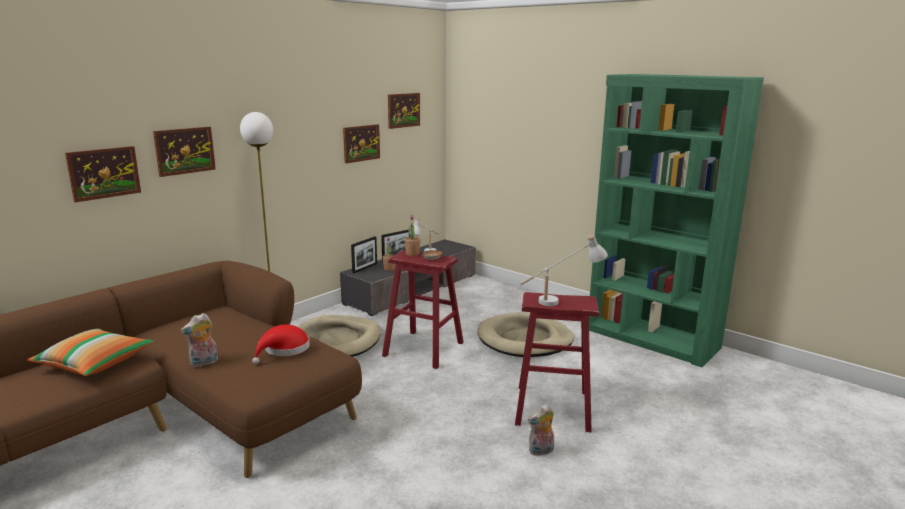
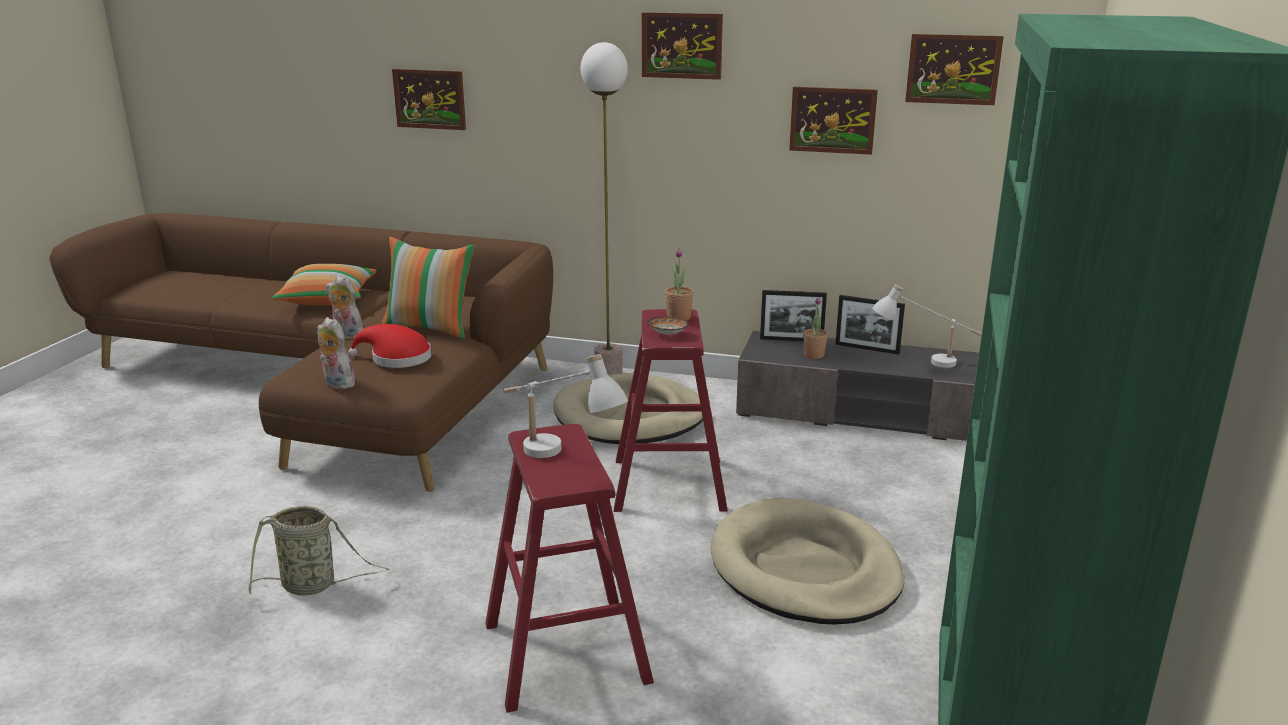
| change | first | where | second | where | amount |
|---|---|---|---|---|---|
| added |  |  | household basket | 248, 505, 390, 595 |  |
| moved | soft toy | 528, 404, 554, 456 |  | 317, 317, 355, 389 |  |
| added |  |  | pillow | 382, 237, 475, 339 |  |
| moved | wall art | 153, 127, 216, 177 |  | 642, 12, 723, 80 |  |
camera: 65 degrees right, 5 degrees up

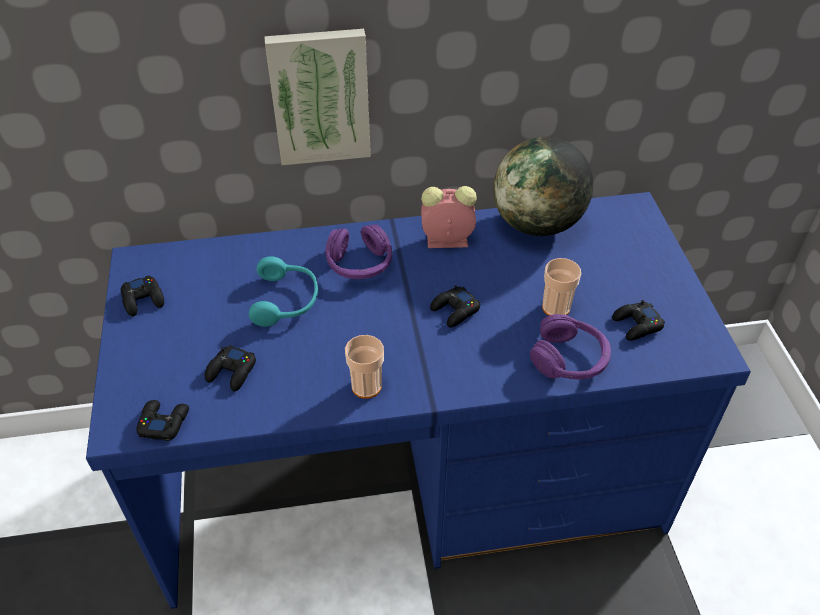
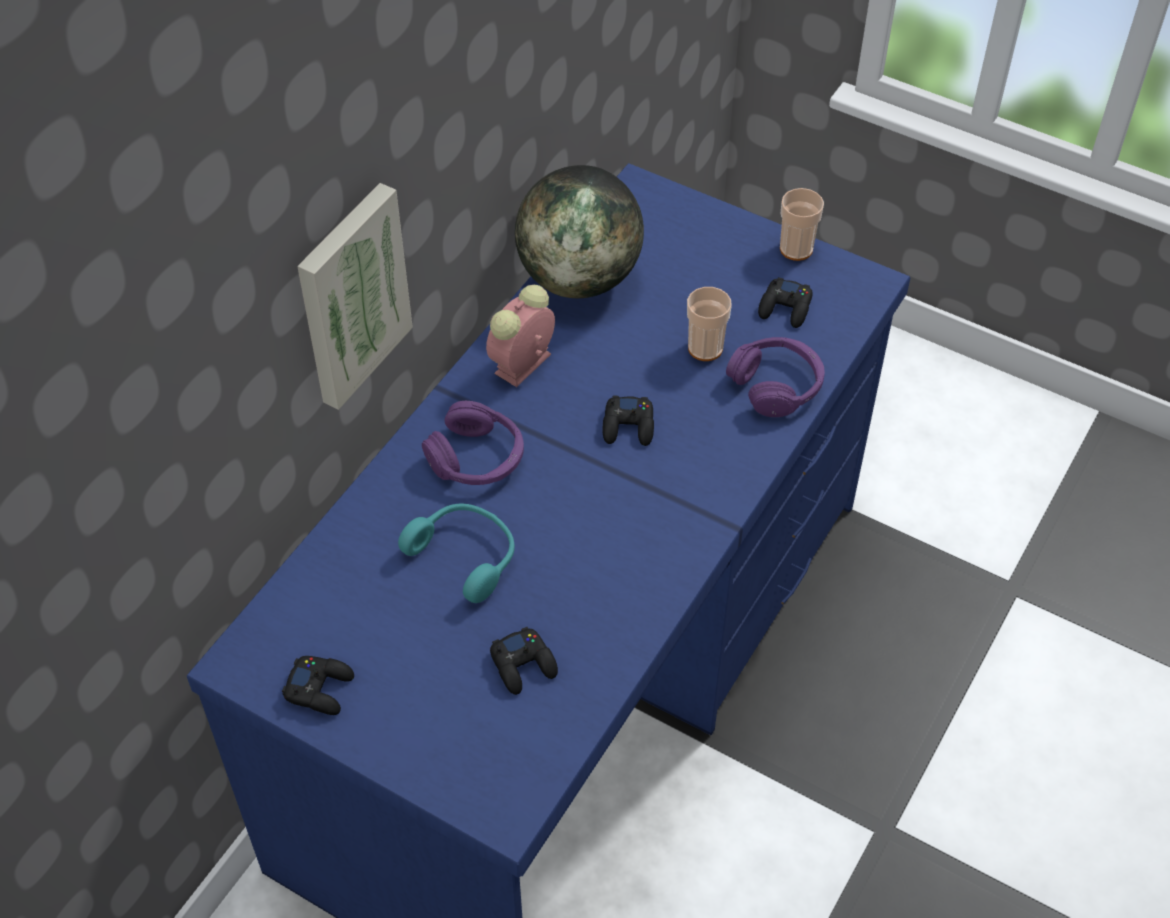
| change | first | where | second | where | amount |
|---|---|---|---|---|---|
| moved | small cup | 345, 335, 384, 399 |  | 780, 188, 824, 261 |  |
| removed | black-coloured joypad | 136, 400, 189, 441 |  |  |  |
camera: 50 degrees left, 5 degrees up

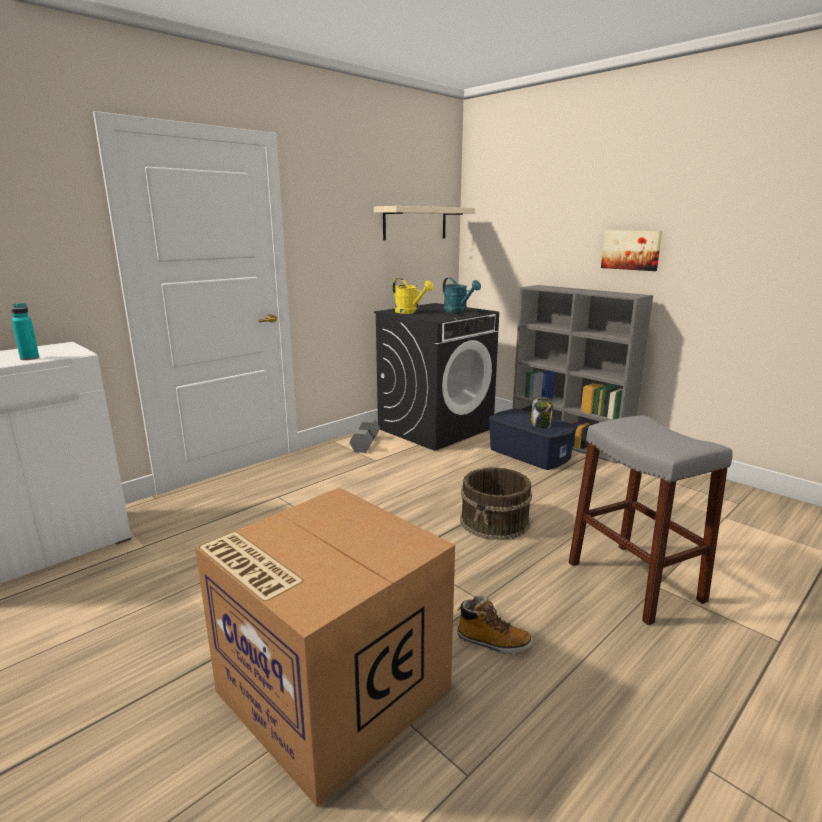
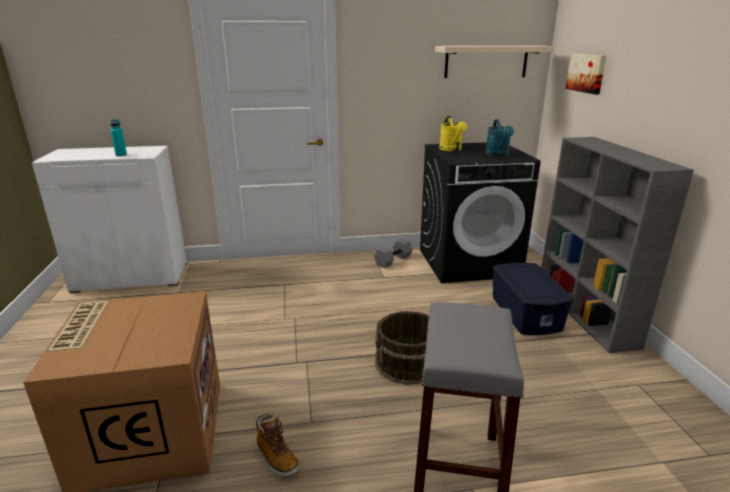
| change | first | where | second | where | amount |
|---|---|---|---|---|---|
| moved | wall art | 601, 231, 662, 271 |  | 565, 54, 607, 94 |  |
| removed | jar | 531, 397, 553, 429 |  |  |  |
camera: 35 degrees right, 5 degrees up

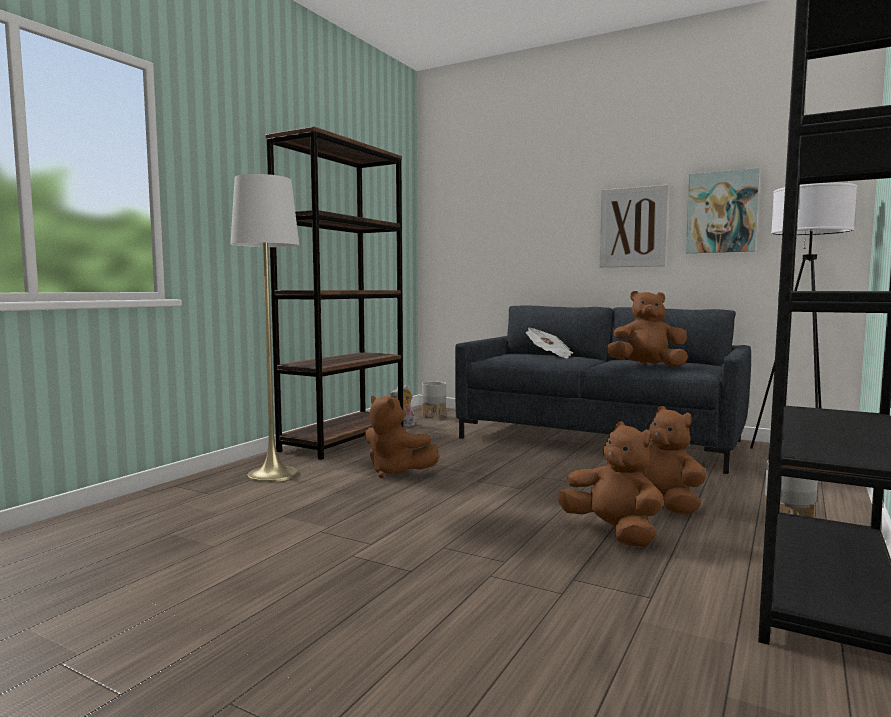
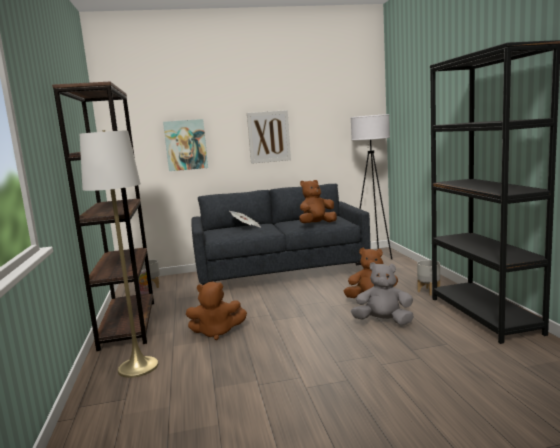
| change | first | where | second | where | amount |
|---|---|---|---|---|---|
| moved | wall art | 686, 168, 760, 253 |  | 163, 119, 208, 171 |  |
| recoloured | brownish soft toy | 558, 421, 664, 547 | grey soft toy | 351, 262, 414, 325 |  |
camera: 40 degrees left, 5 degrees up

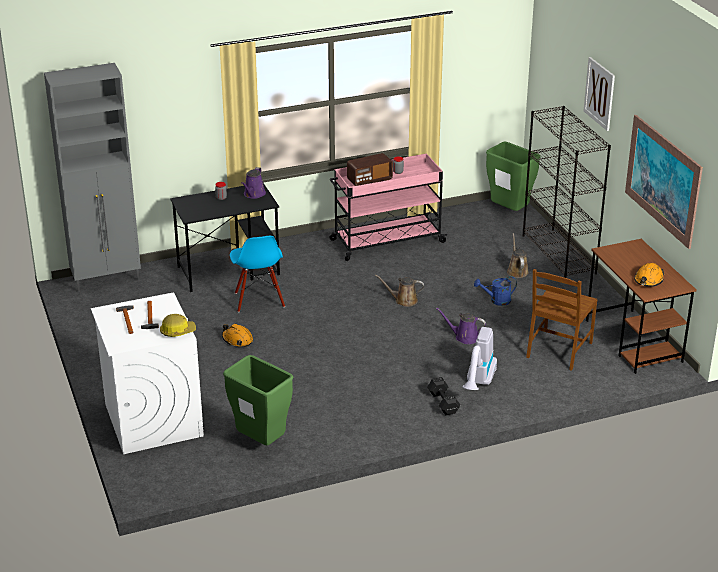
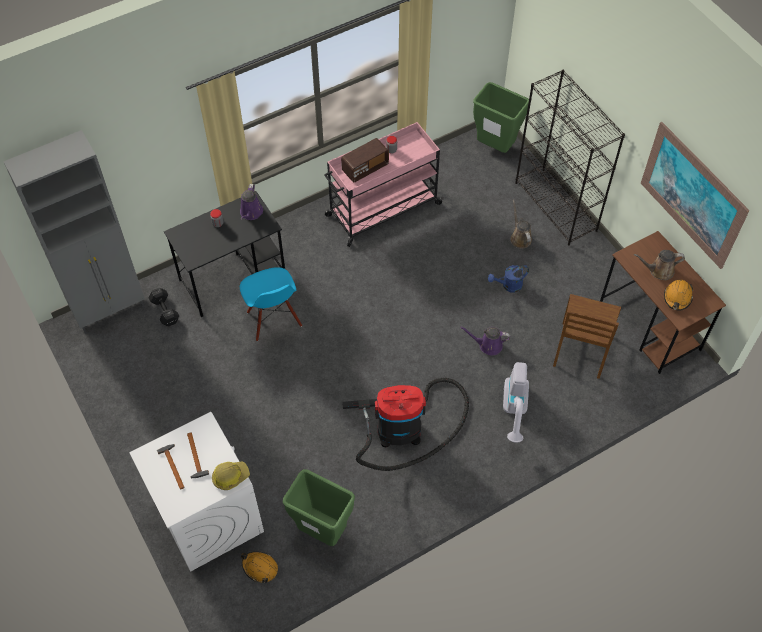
| change | first | where | second | where | amount |
|---|---|---|---|---|---|
| moved | black-coloured hand weight | 427, 377, 460, 415 |  | 149, 288, 179, 326 |  |
| moved | orange-coloured work helmet | 222, 324, 253, 347 |  | 241, 551, 278, 583 |  |
| added |  |  | vacuum cleaner | 342, 378, 469, 471 |  |
| moved | brownish watering can | 375, 275, 424, 307 |  | 634, 250, 685, 280 |  |
| removed | wall art | 584, 57, 615, 131 |  |  |  |
camera: 10 degrees left, 25 degrees up

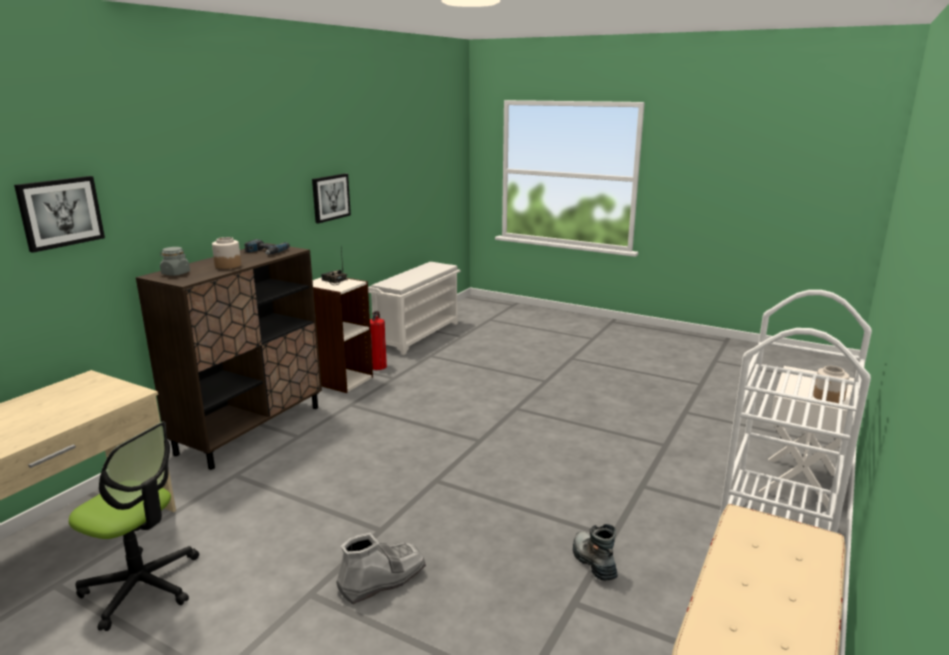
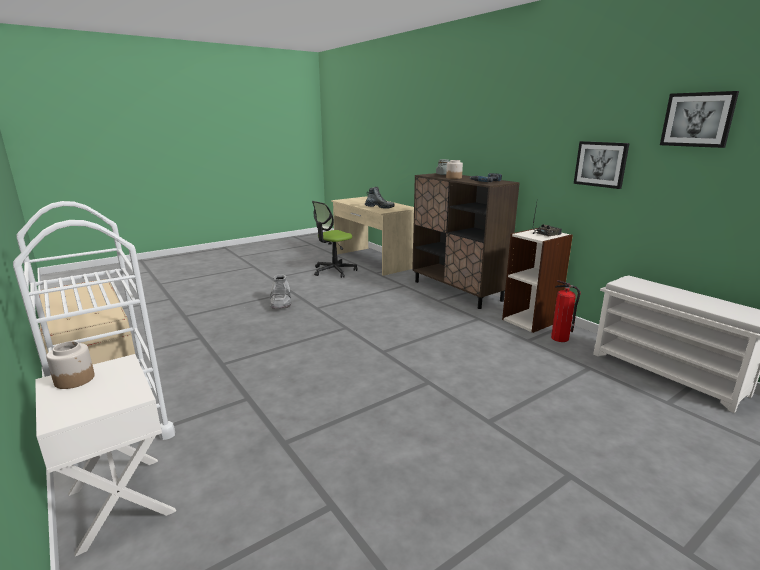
| change | first | where | second | where | amount |
|---|---|---|---|---|---|
| moved | boot | 573, 524, 618, 581 |  | 365, 187, 395, 209 |  |
| moved | wall art | 14, 176, 105, 253 |  | 660, 91, 739, 148 |  |
camera: 115 degrees right, 0 degrees up

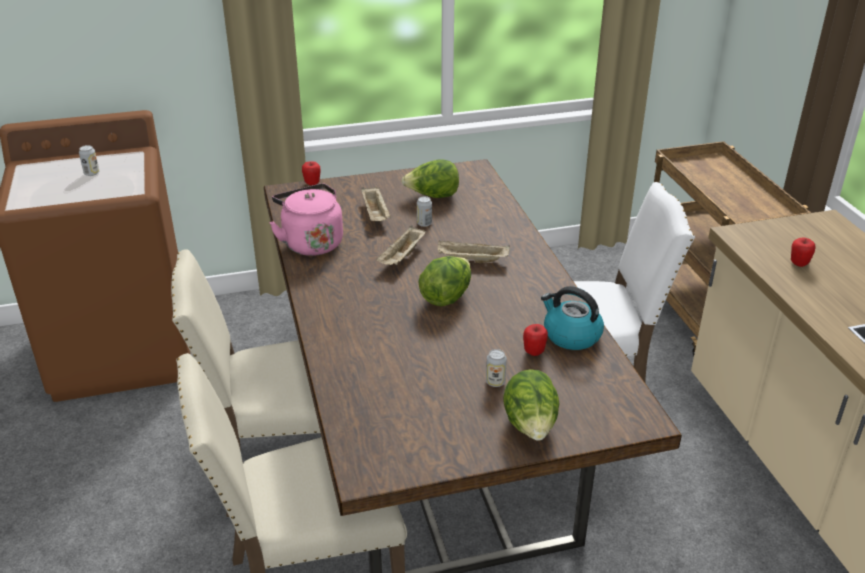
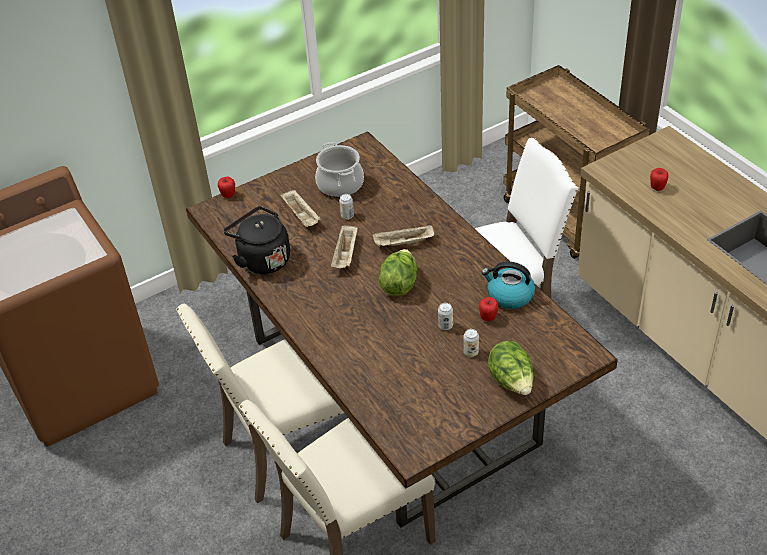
| change | first | where | second | where | amount |
|---|---|---|---|---|---|
| recoloured | pink tea kettle | 269, 183, 343, 256 | black-coloured tea kettle | 223, 206, 290, 274 |  |
| replaced | lettuce | 401, 160, 459, 198 | stockpot | 315, 142, 364, 197 |  |
| moved | sealed can | 79, 145, 99, 176 |  | 438, 303, 453, 330 |  |
camera: 15 degrees left, 10 degrees up

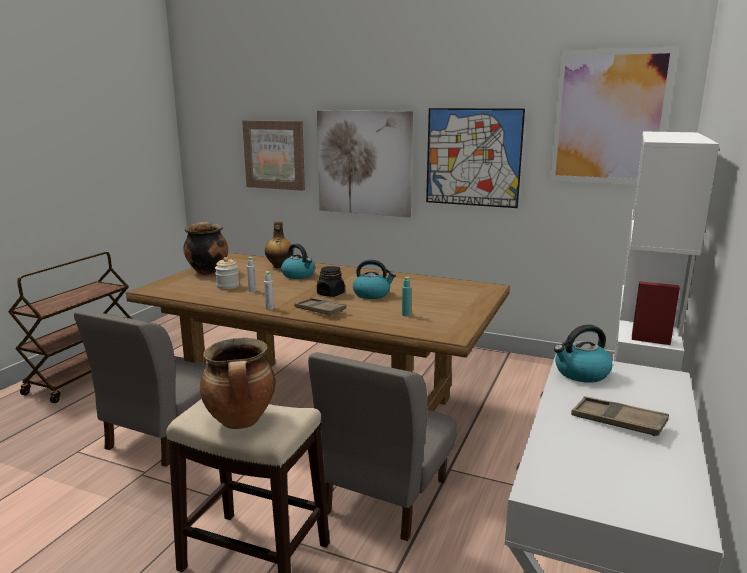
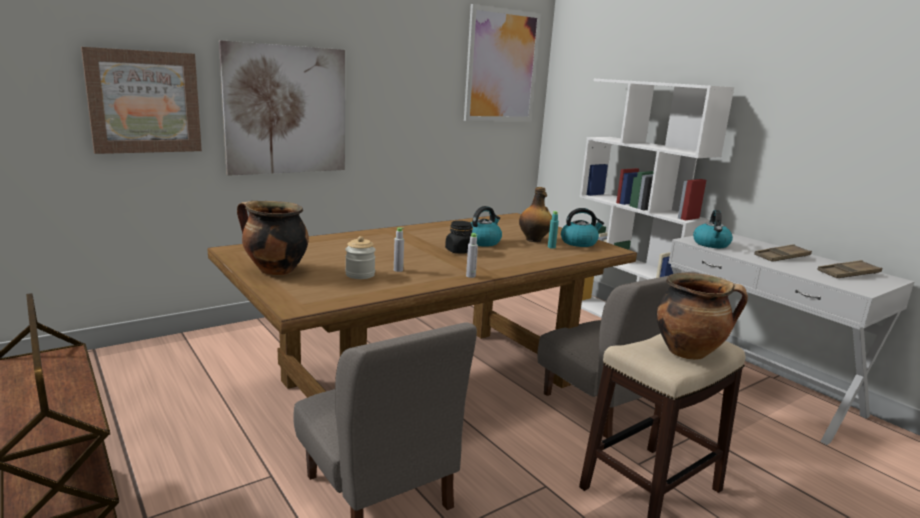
| change | first | where | second | where | amount |
|---|---|---|---|---|---|
| moved | beverage bottle | 265, 221, 294, 268 |  | 519, 187, 552, 242 |  |
| moved | tea kettle | 281, 244, 315, 279 |  | 561, 208, 604, 247 |  |
| moved | brownish serving tray | 294, 298, 346, 316 |  | 817, 260, 882, 278 |  |
| removed | wall art | 426, 108, 525, 208 |  |  |  |
camera: 60 degrees left, 0 degrees up

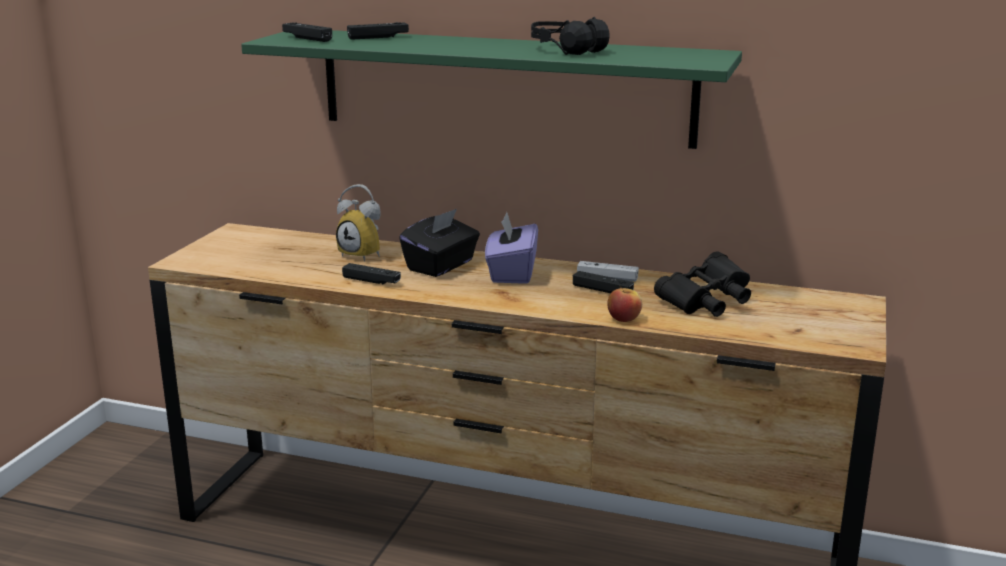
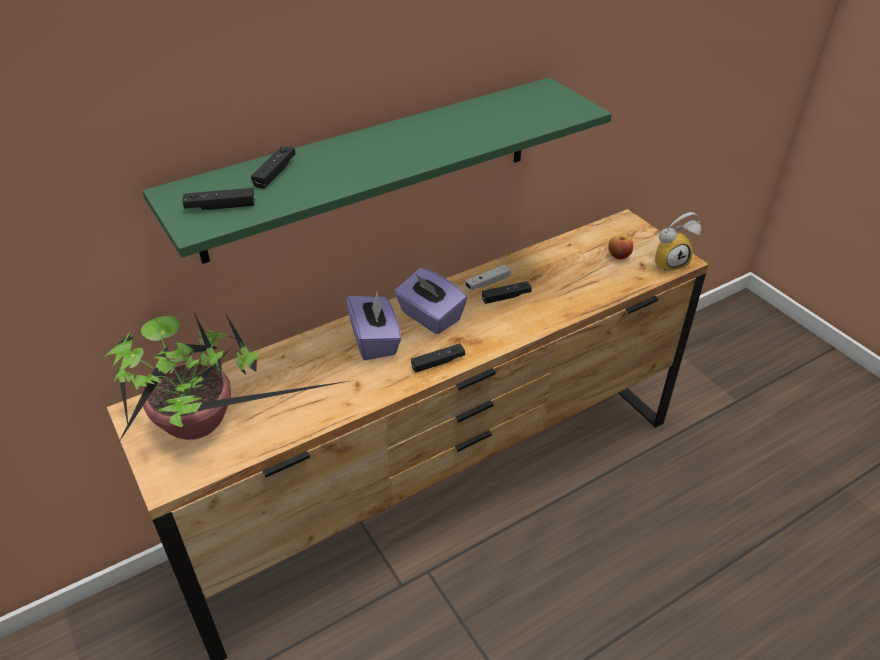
| change | first | where | second | where | amount |
|---|---|---|---|---|---|
| added |  |  | plant in a pot | 105, 311, 348, 444 |  |
| recoloured | black-coloured tissue box | 399, 209, 480, 277 | purple tissue box | 346, 290, 402, 360 |  |
| moved | black-coloured joypad | 342, 263, 401, 285 |  | 411, 343, 465, 373 |  |
| moved | whole apple | 607, 285, 642, 322 |  | 608, 235, 633, 260 |  |
| moved | alarm clock | 336, 184, 381, 262 |  | 655, 212, 701, 273 |  |
| removed | black-coloured headset | 531, 17, 610, 55 |  |  |  |
| removed | black-coloured binoculars | 654, 252, 751, 317 |  |  |  |
camera: 50 degrees left, 20 degrees up

